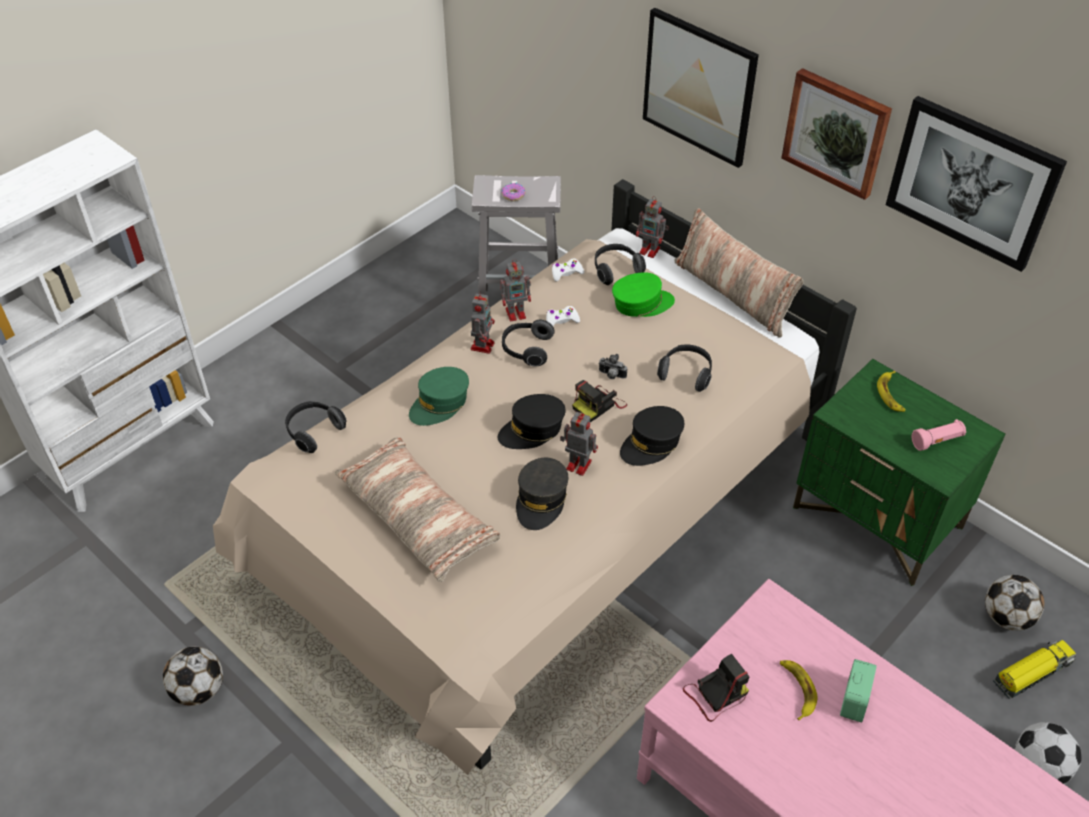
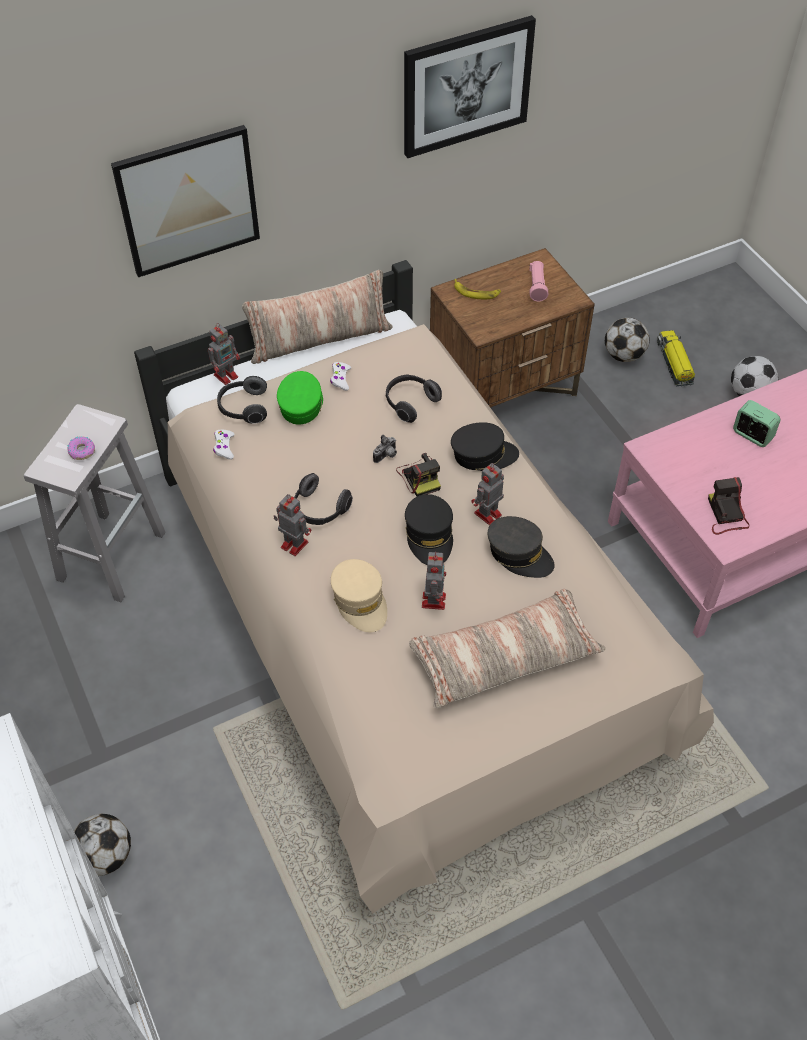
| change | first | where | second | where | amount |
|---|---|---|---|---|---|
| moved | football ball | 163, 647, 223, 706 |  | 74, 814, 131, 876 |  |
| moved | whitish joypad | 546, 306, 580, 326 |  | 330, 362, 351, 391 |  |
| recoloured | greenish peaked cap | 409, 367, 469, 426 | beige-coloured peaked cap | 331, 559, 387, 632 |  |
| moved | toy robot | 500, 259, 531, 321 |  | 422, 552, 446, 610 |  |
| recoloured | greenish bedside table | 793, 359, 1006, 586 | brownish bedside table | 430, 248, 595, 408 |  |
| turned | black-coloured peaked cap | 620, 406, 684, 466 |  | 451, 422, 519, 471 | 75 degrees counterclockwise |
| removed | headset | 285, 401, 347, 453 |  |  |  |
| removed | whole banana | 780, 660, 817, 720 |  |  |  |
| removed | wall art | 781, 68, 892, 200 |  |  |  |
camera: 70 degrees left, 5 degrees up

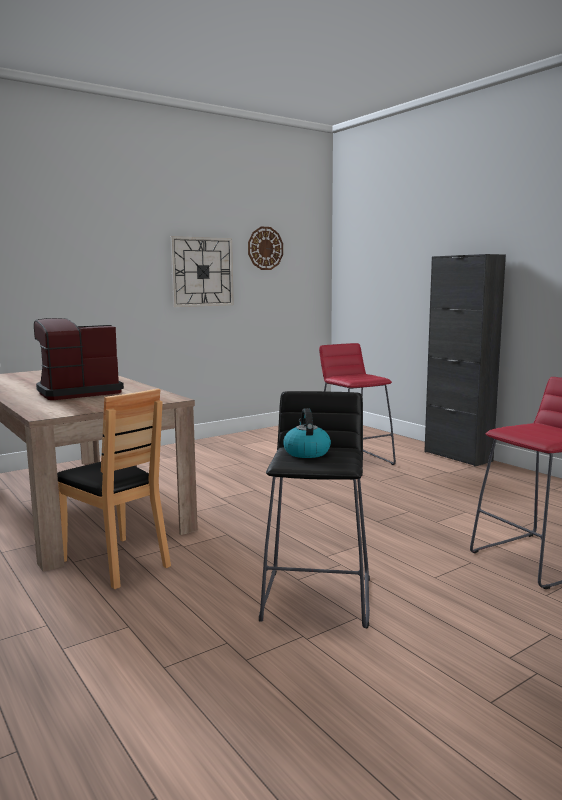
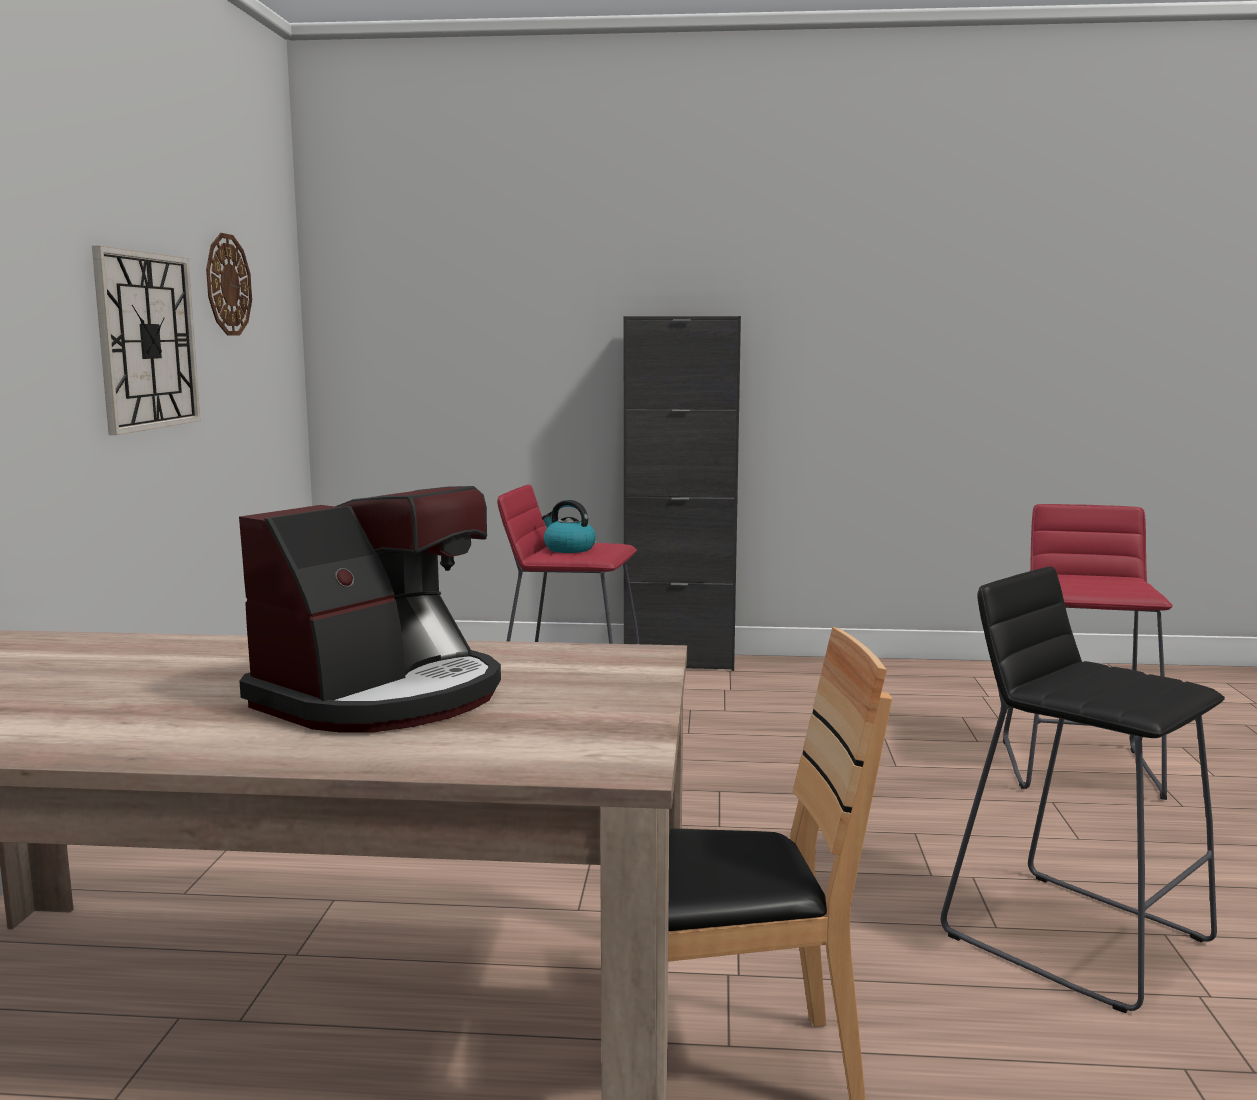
| change | first | where | second | where | amount |
|---|---|---|---|---|---|
| turned | coffee brewer | 34, 318, 124, 400 |  | 239, 486, 501, 733 | 150 degrees counterclockwise |
| moved | tea kettle | 283, 408, 331, 458 |  | 542, 500, 596, 553 |  |
camera: 50 degrees left, 0 degrees up

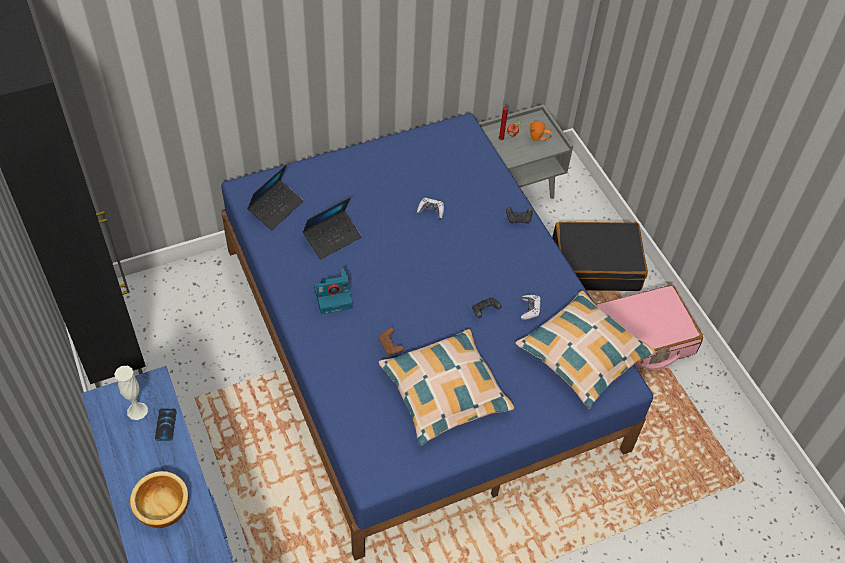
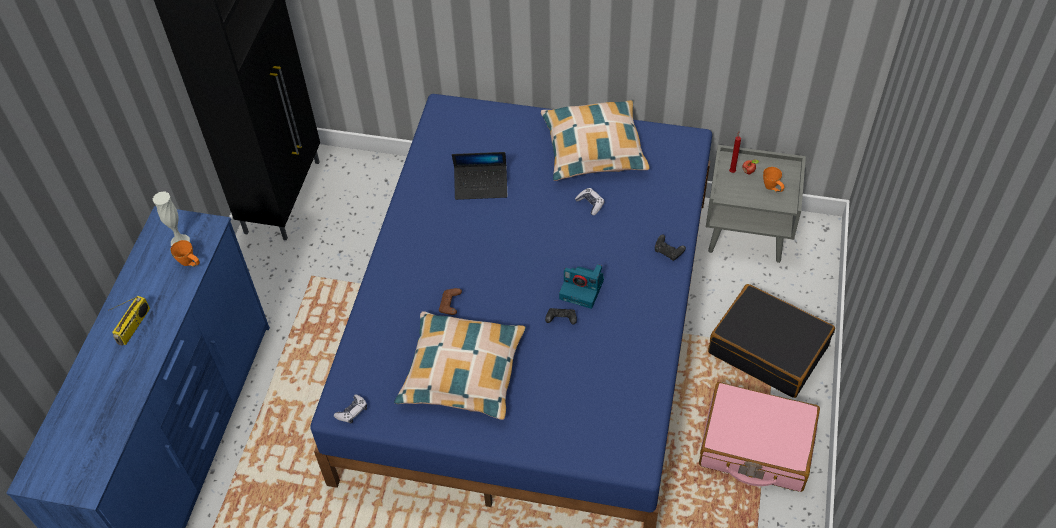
| change | first | where | second | where | amount |
|---|---|---|---|---|---|
| replaced | bowl | 130, 471, 189, 528 | radio | 108, 296, 150, 346 |  |
| replaced | telephone | 155, 408, 177, 441 | orange-coloured mug | 170, 240, 200, 267 |  |
| moved | joypad | 521, 295, 541, 320 |  | 334, 395, 367, 424 |  |
| moved | pillow | 515, 291, 655, 409 |  | 541, 100, 649, 181 |  |
| moved | photo camera | 314, 268, 353, 314 |  | 559, 264, 604, 309 |  |
| removed | portable computer | 247, 164, 303, 230 |  |  |  |
camera: 40 degrees right, 0 degrees up

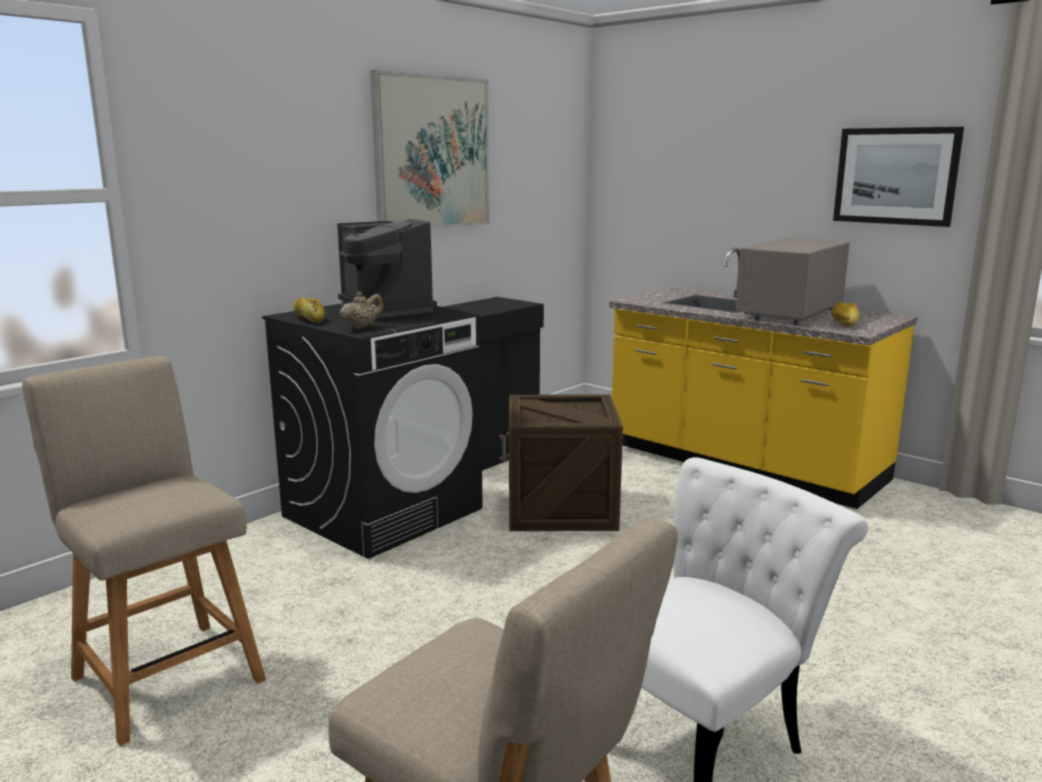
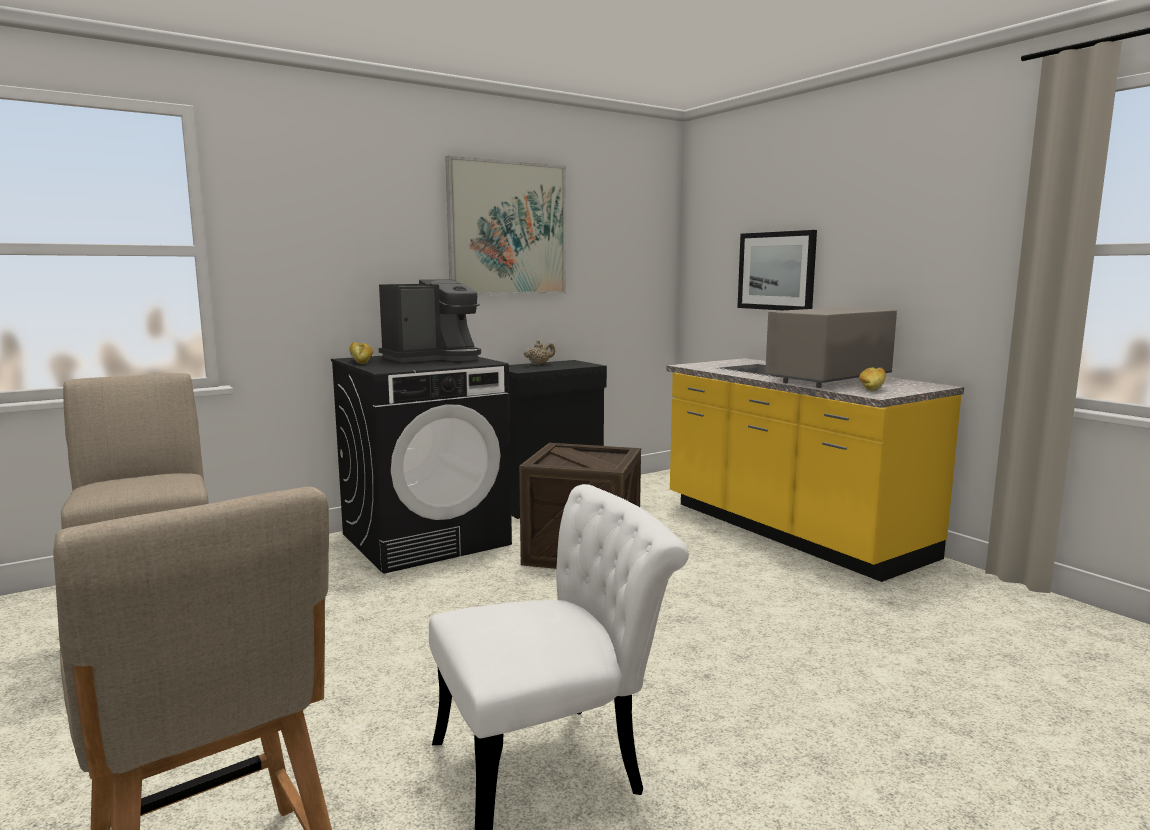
| change | first | where | second | where | amount |
|---|---|---|---|---|---|
| turned | coffee brewer | 337, 219, 437, 319 |  | 379, 279, 481, 363 | 105 degrees counterclockwise |
| moved | beige-coloured teapot | 340, 291, 383, 329 |  | 524, 340, 555, 365 |  |
| moved | wall art | 833, 127, 964, 227 |  | 737, 230, 817, 310 |  |
camera: 15 degrees right, 5 degrees down

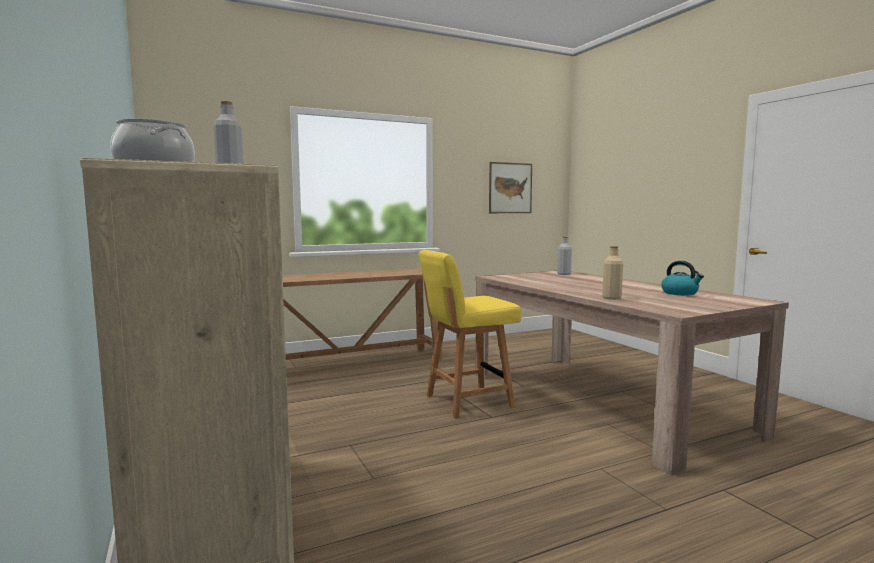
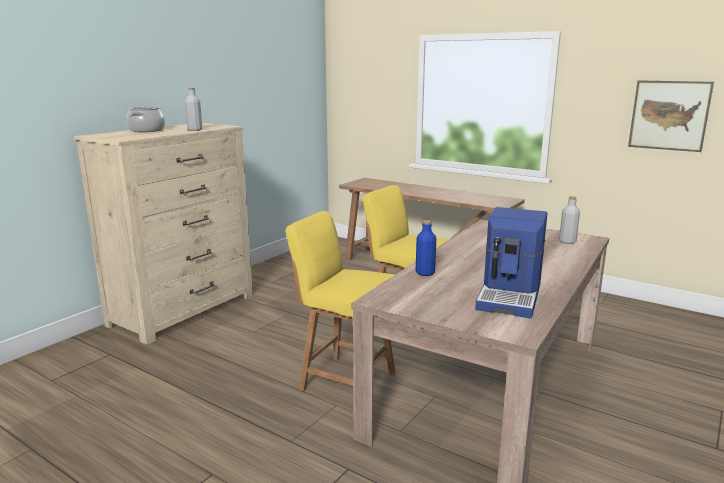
| change | first | where | second | where | amount |
|---|---|---|---|---|---|
| added |  |  | yellowish plain chair | 285, 211, 396, 391 |  |
| recoloured | beige-coloured beverage bottle | 602, 246, 623, 300 | blue beverage bottle | 416, 220, 436, 276 |  |
| replaced | tea kettle | 661, 261, 704, 295 | coffee brewer | 475, 207, 548, 319 |  |
camera: 60 degrees right, 10 degrees up

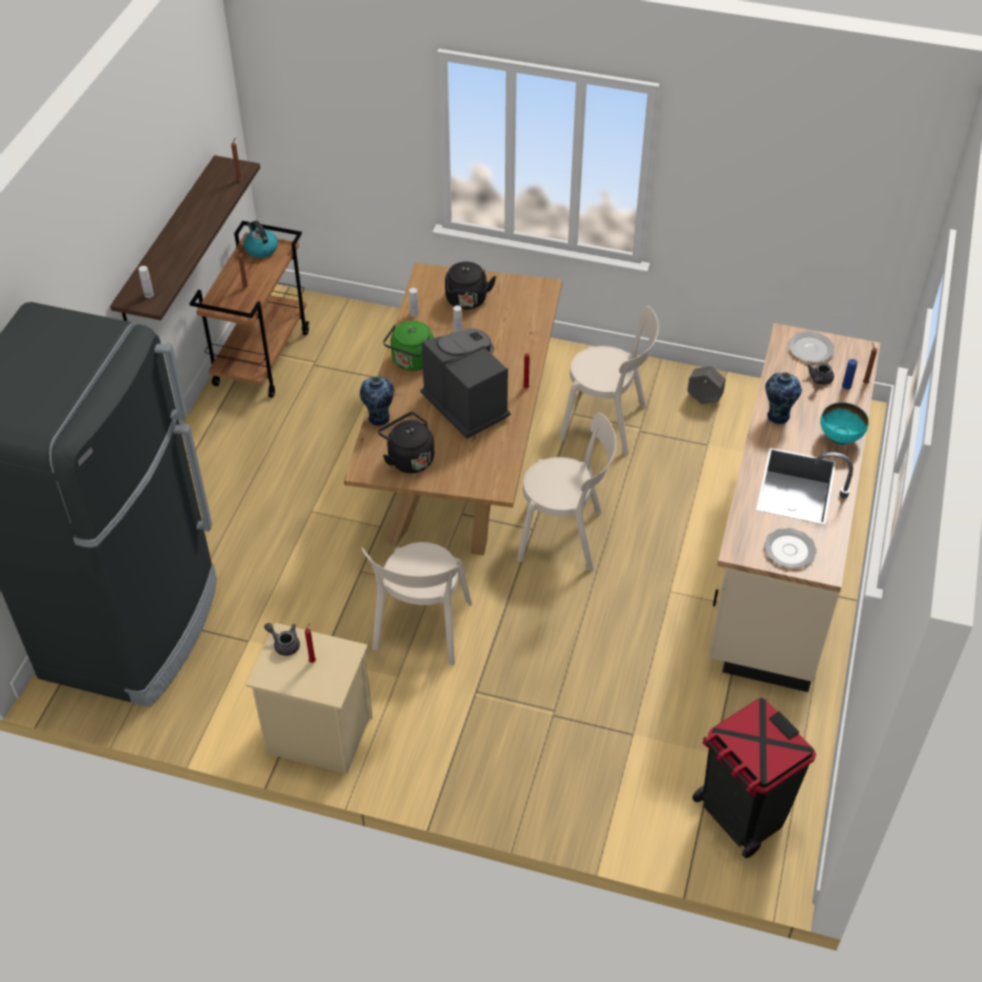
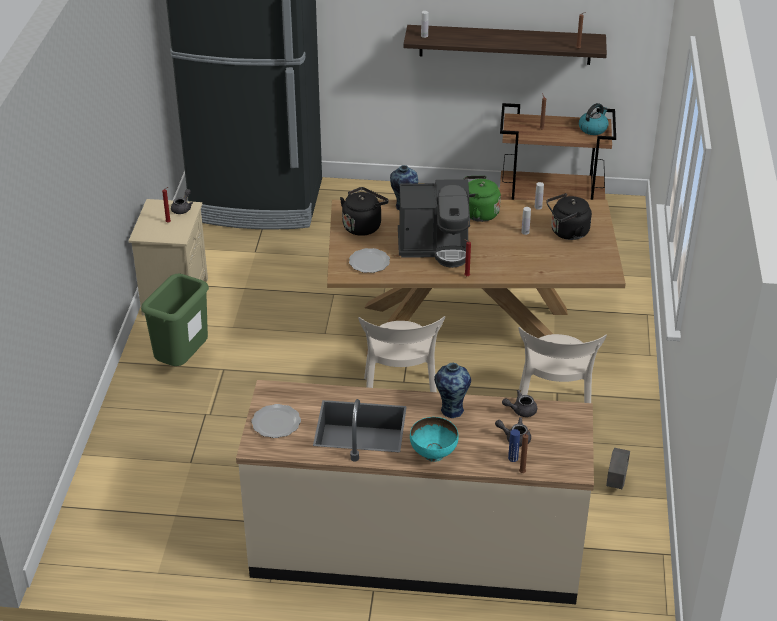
| change | first | where | second | where | amount |
|---|---|---|---|---|---|
| added |  |  | greenish rubbish bin | 141, 274, 209, 366 |  |
| moved | dinner plate | 788, 331, 835, 363 |  | 349, 248, 390, 273 |  |
| turned | coffee brewer | 421, 328, 511, 439 |  | 398, 179, 470, 268 | 45 degrees clockwise |
| added |  |  | grey teapot | 502, 390, 537, 417 |  |
| removed | beige-coloured plain chair | 361, 542, 472, 665 |  |  |  |
| removed | black-coloured rubbish bin | 692, 698, 816, 858 |  |  |  |
camera: 80 degrees right, 10 degrees down

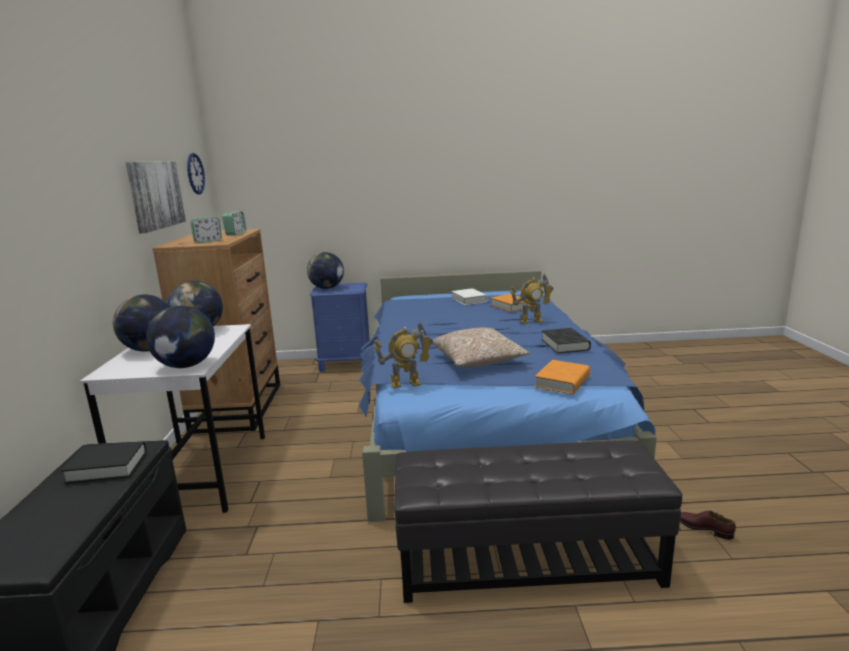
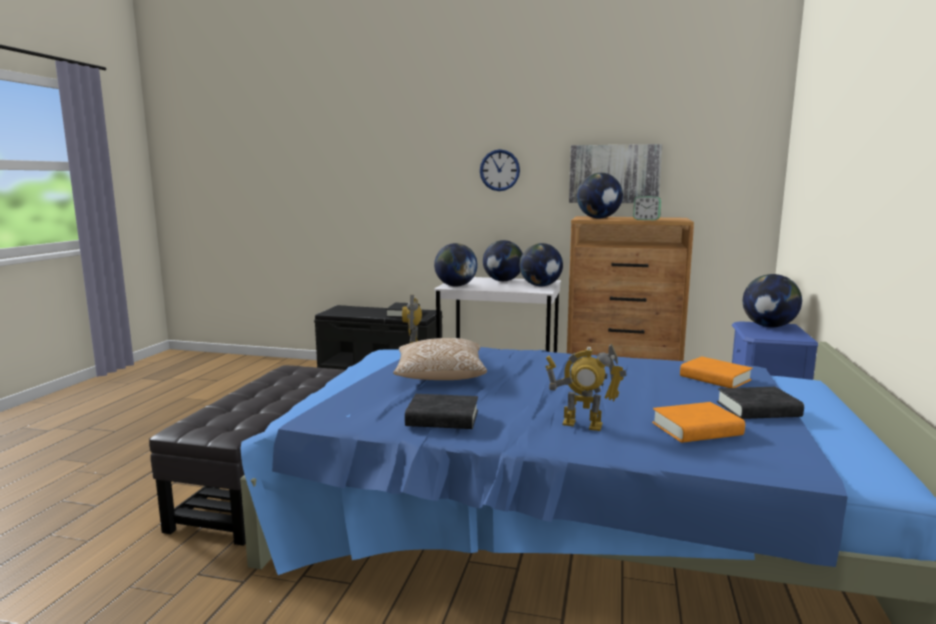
| change | first | where | second | where | amount |
|---|---|---|---|---|---|
| moved | clock on the wall | 187, 153, 205, 195 |  | 480, 149, 520, 191 |  |
| turned | toy robot | 510, 274, 554, 323 |  | 545, 343, 627, 431 | 75 degrees counterclockwise |
| replaced | alarm clock | 190, 217, 222, 243 | desk globe | 577, 173, 623, 219 |  |
| moved | orange-coloured bound book | 535, 360, 590, 394 |  | 680, 356, 753, 388 |  |
| recoloured | whitish bound book | 452, 288, 488, 305 | black-coloured bound book | 717, 387, 804, 419 |  |
| removed | brownish shoe | 680, 510, 736, 540 |  |  |  |
camera: 105 degrees right, 5 degrees down

